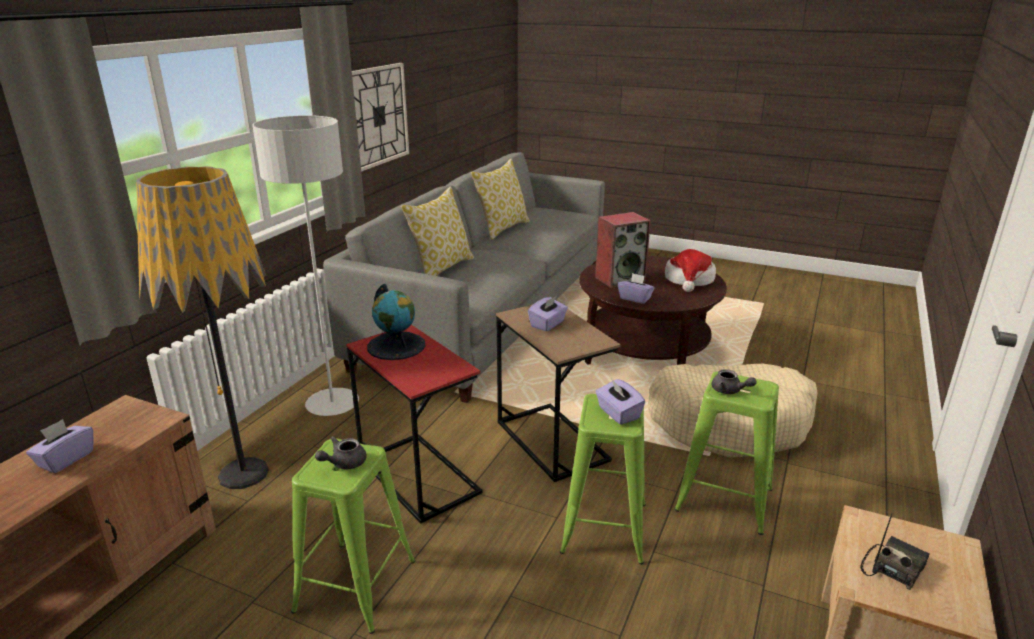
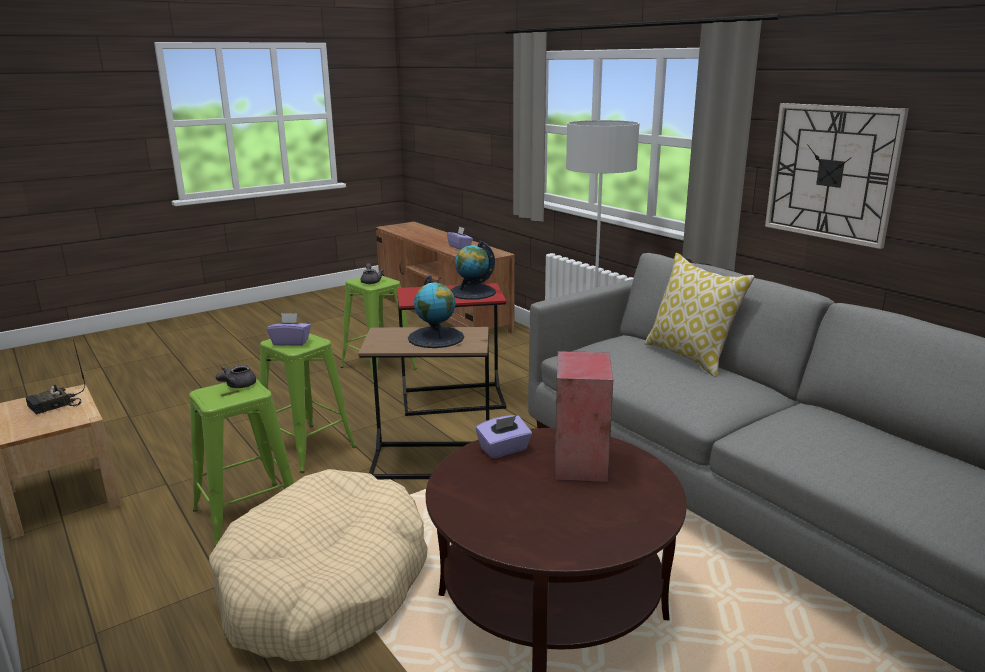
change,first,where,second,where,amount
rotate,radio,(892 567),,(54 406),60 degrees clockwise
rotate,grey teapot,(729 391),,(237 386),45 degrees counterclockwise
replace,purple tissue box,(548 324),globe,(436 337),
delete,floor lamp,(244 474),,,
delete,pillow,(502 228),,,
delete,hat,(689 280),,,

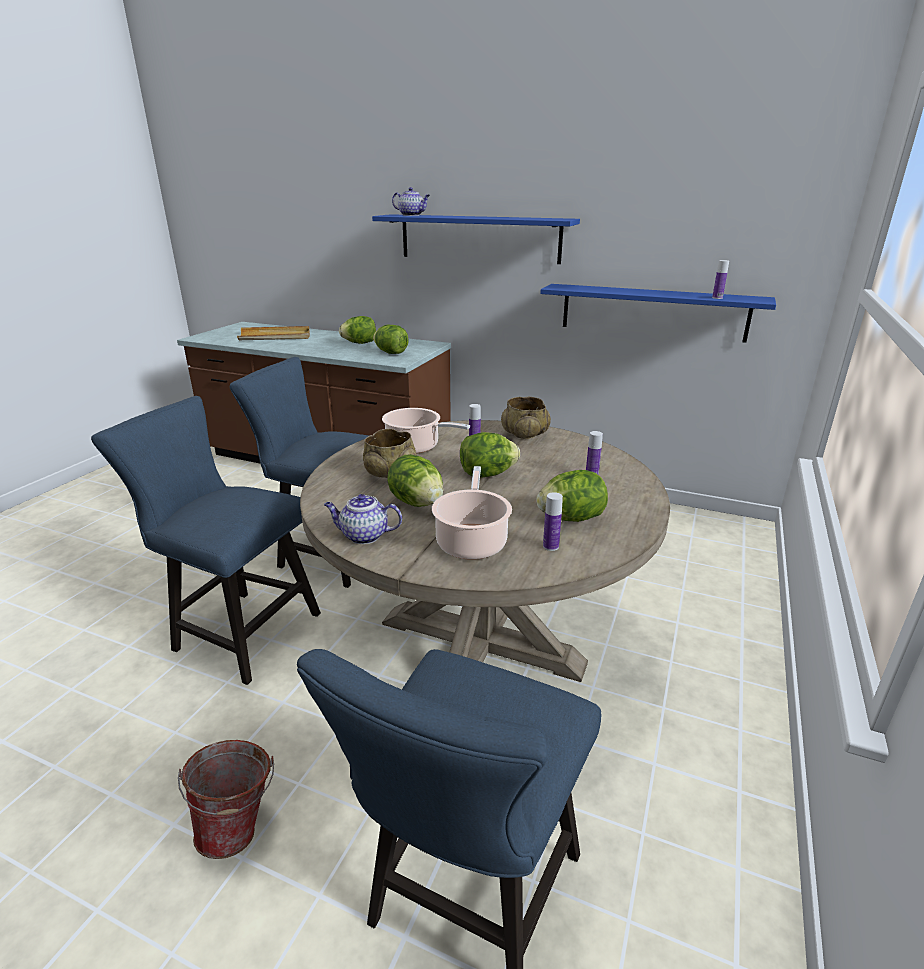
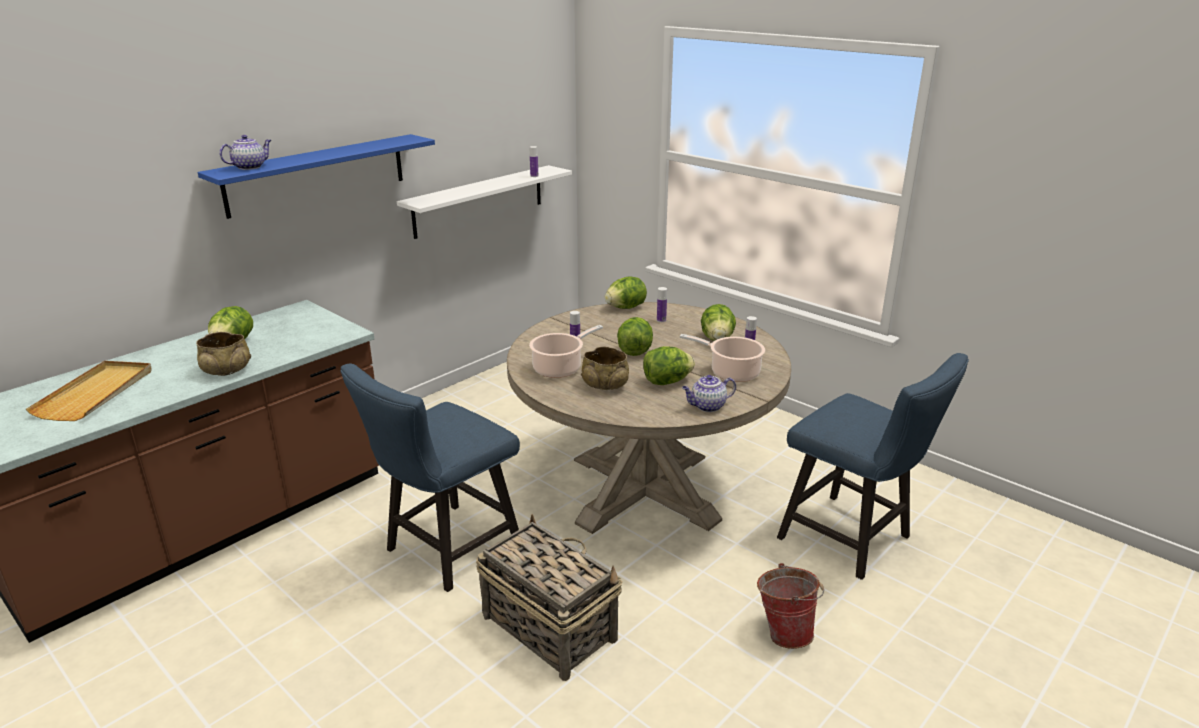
change,first,where,second,where,amount
move,beige bowl,(525 434),,(226 370),
recolor,blue shelf,(653 312),white shelf,(479 201),
replace,blue chair,(238 630),basket,(548 626),
move,lettuce,(391 353),,(625 307),
rotate,teapot,(363 536),,(707 406),45 degrees clockwise

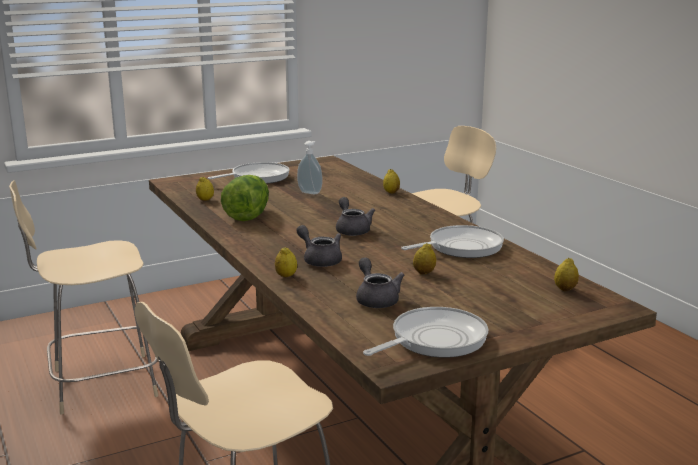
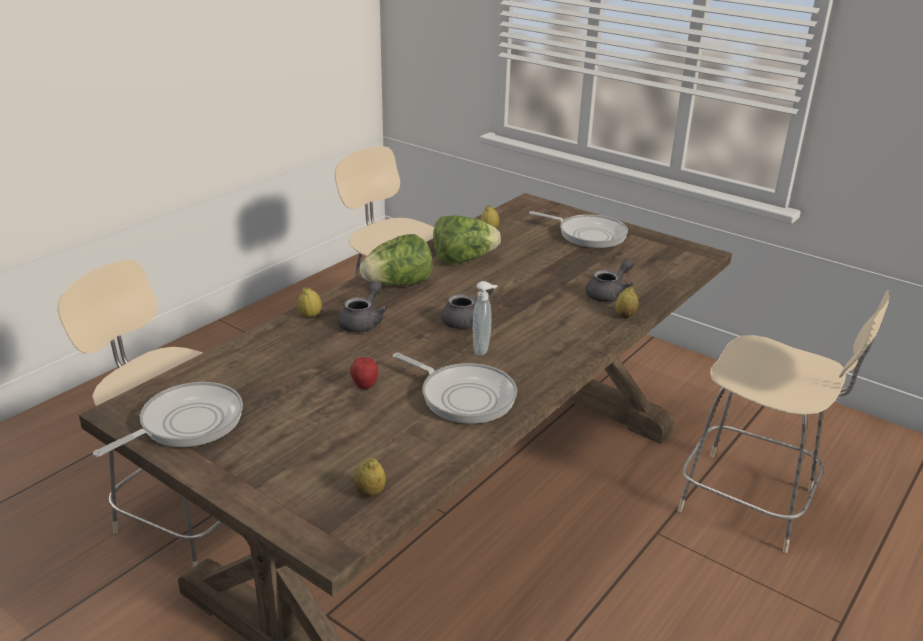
change,first,where,second,where,amount
rotate,frying pan,(434 340),,(186 423),75 degrees counterclockwise
replace,lemon,(424 273),apple,(364 386),
insert,,,lettuce,(398 284),
move,soap dispenser,(310 192),,(483 349),
move,grey teapot,(376 299),,(609 294),

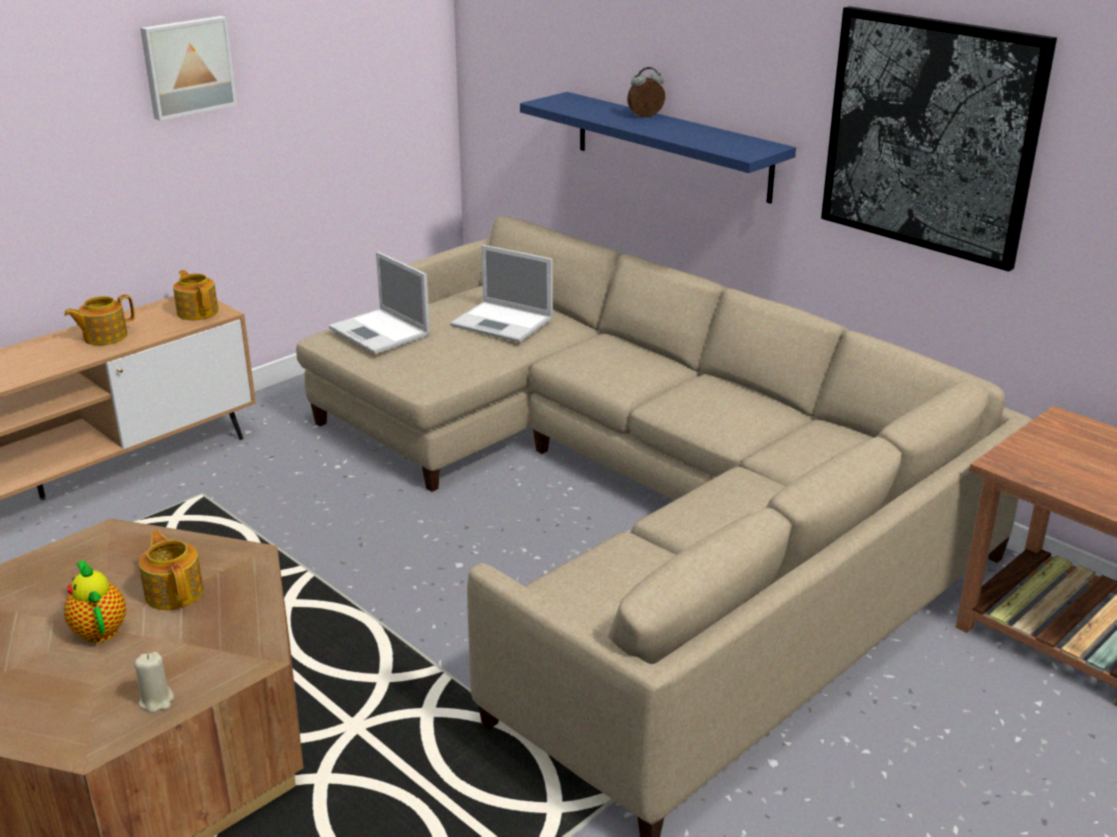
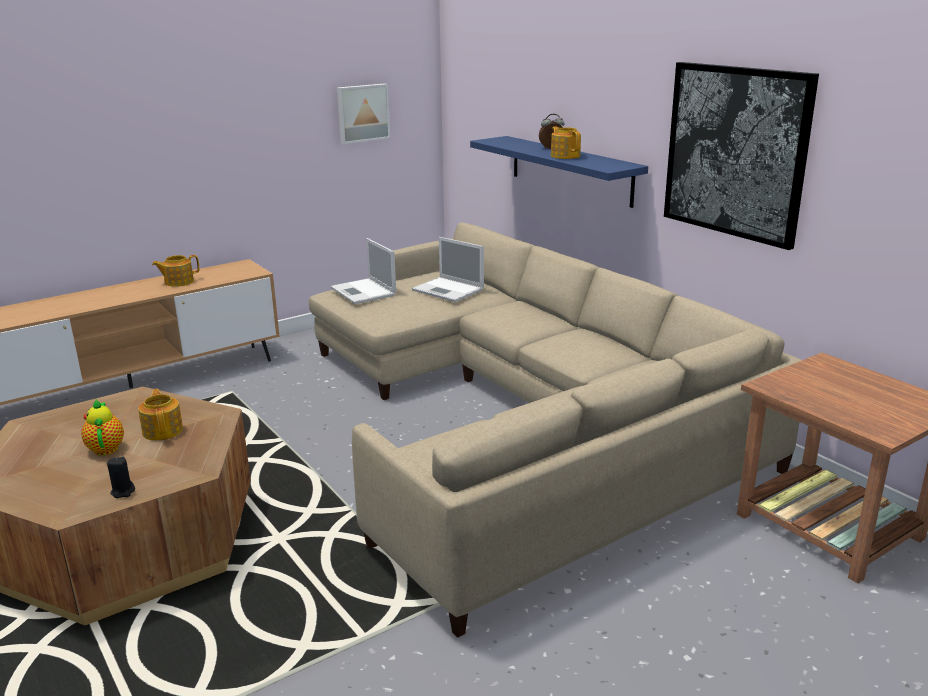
change,first,where,second,where,amount
recolor,beige candle,(157 701),black candle,(123 492),
move,picture,(187 66),,(362 113),
move,teapot,(198 312),,(565 156),

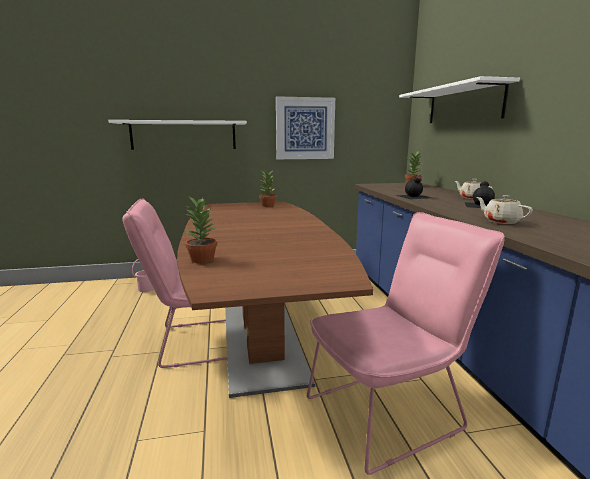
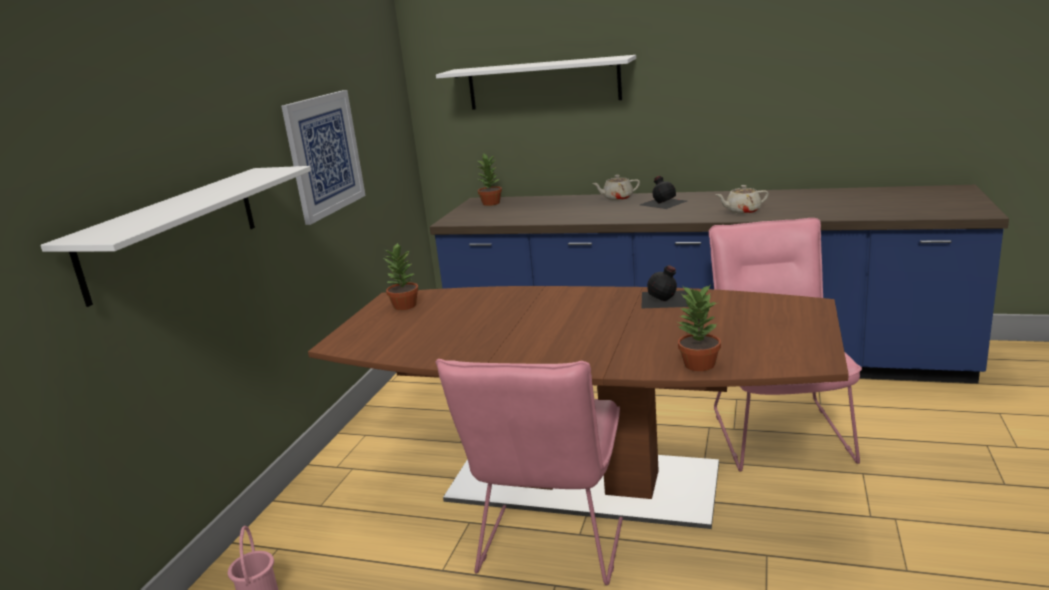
change,first,where,second,where,amount
move,black bottle,(413 196),,(665 299),

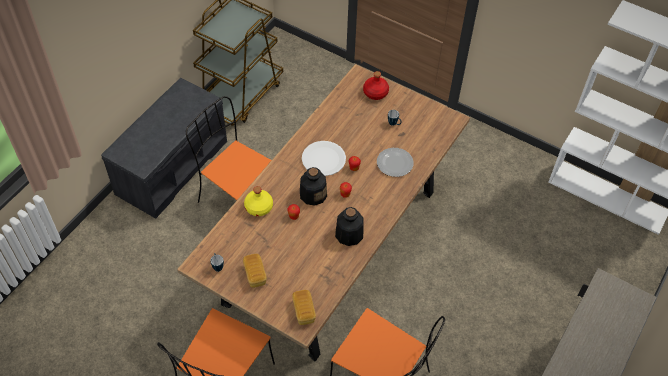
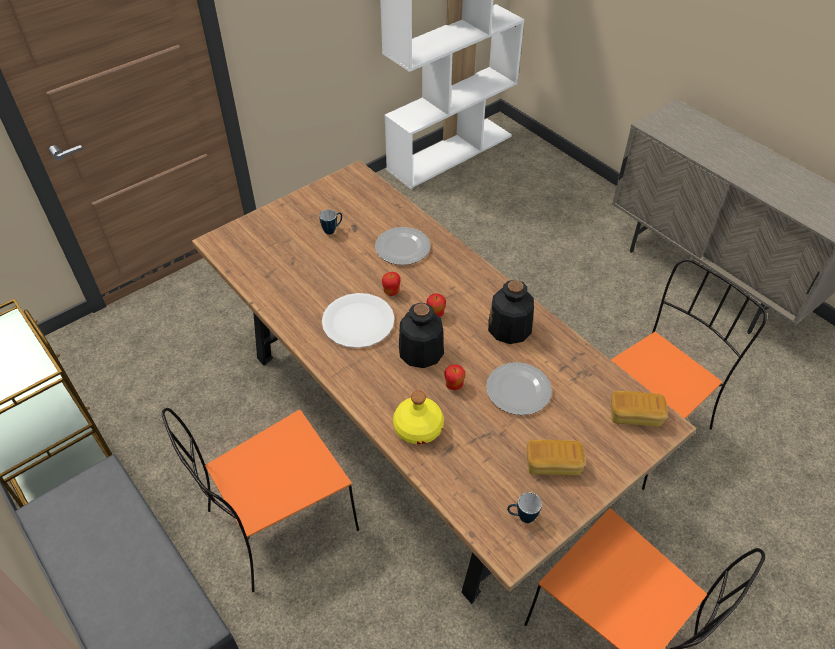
change,first,where,second,where,amount
insert,,,plate,(519 390),
delete,red bottle,(375 92),,,

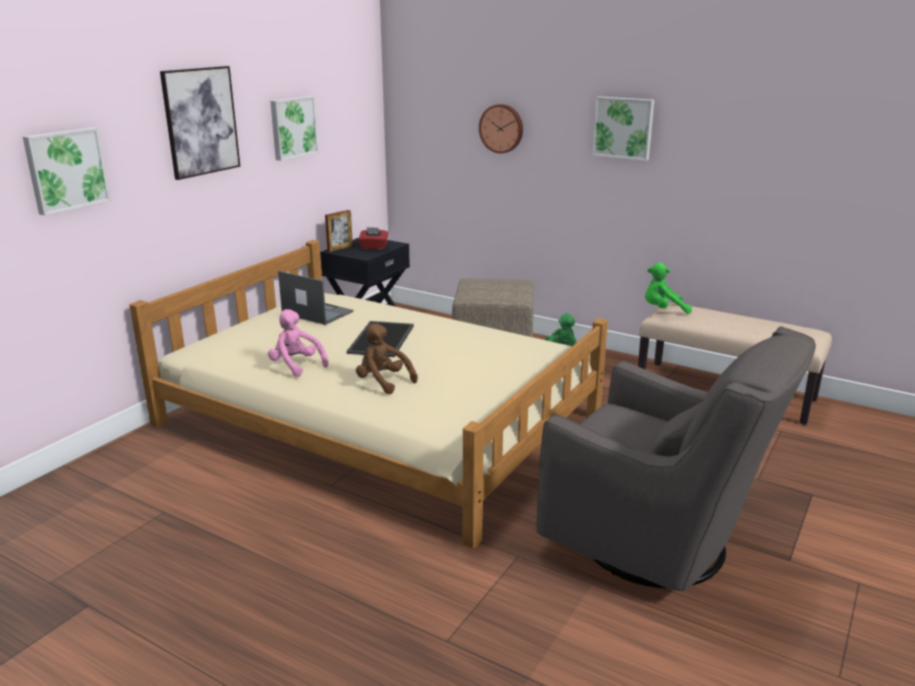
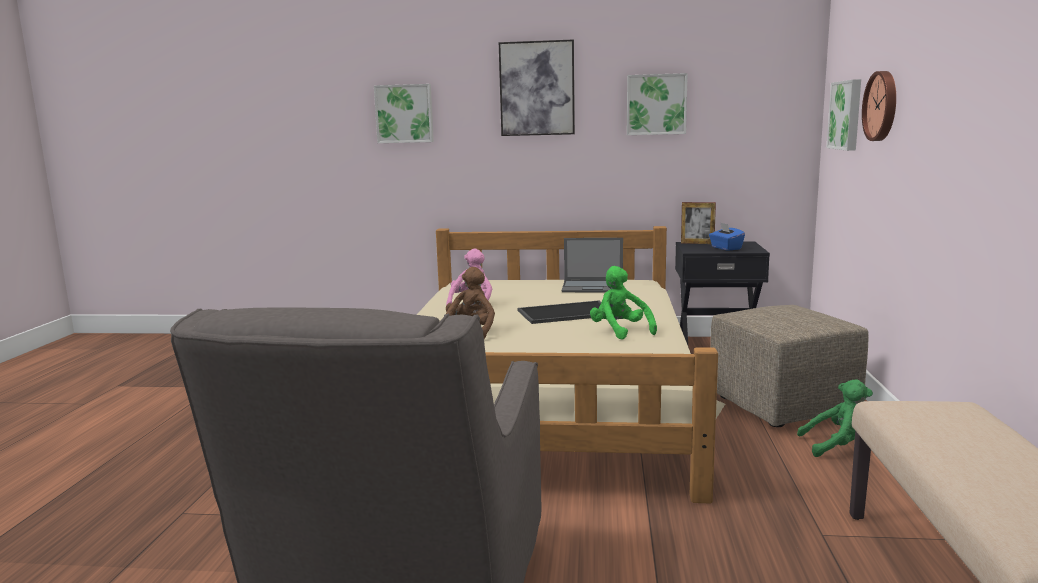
change,first,where,second,where,amount
rotate,laptop,(316 312),,(593 287),90 degrees clockwise
move,green plush toy,(663 310),,(620 331),
recolor,red tissue box,(374 247),blue tissue box,(725 248),
move,picture,(623 128),,(847 115),

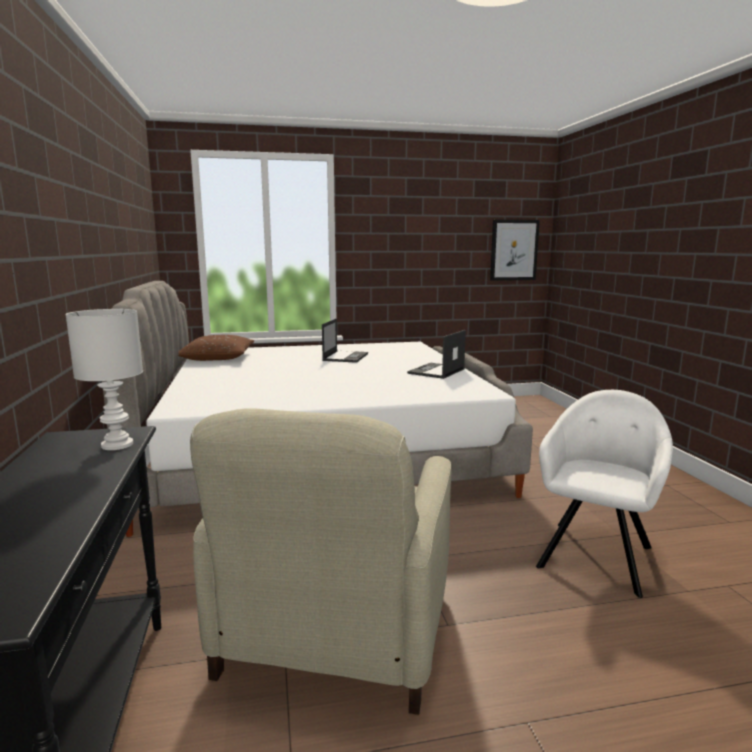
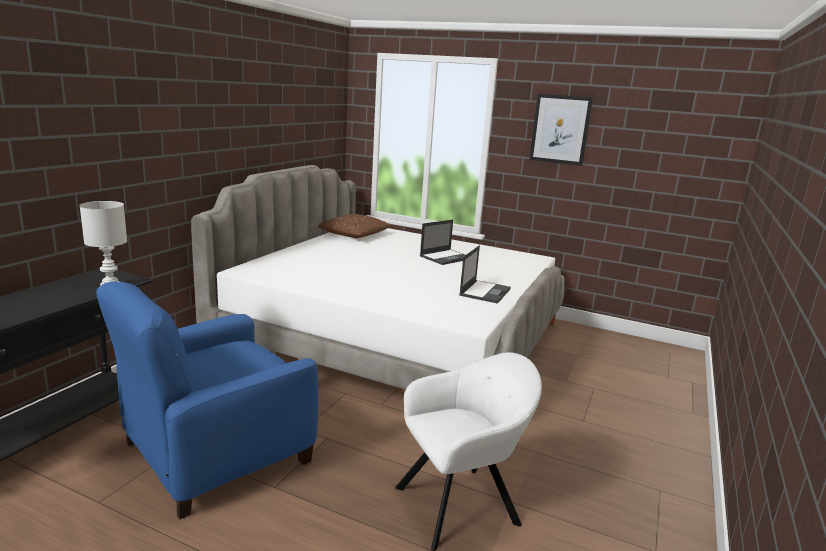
change,first,where,second,where,amount
recolor,beige armchair,(336 629),blue armchair,(215 453),
rotate,laptop,(436 371),,(485 291),135 degrees clockwise
move,picture,(514 250),,(560 129),

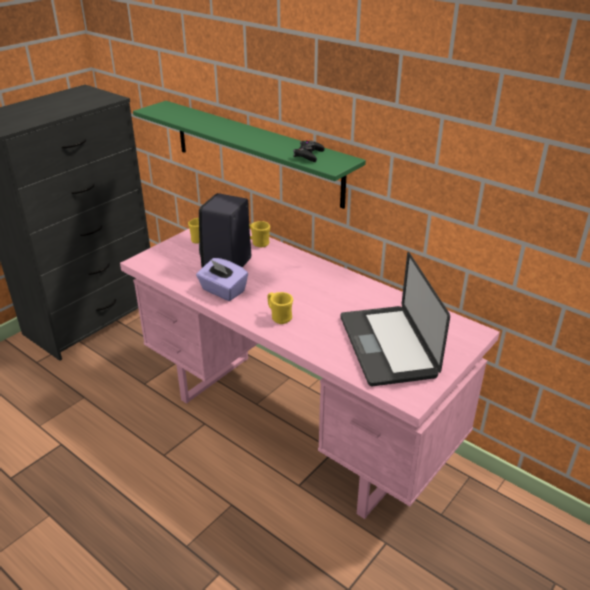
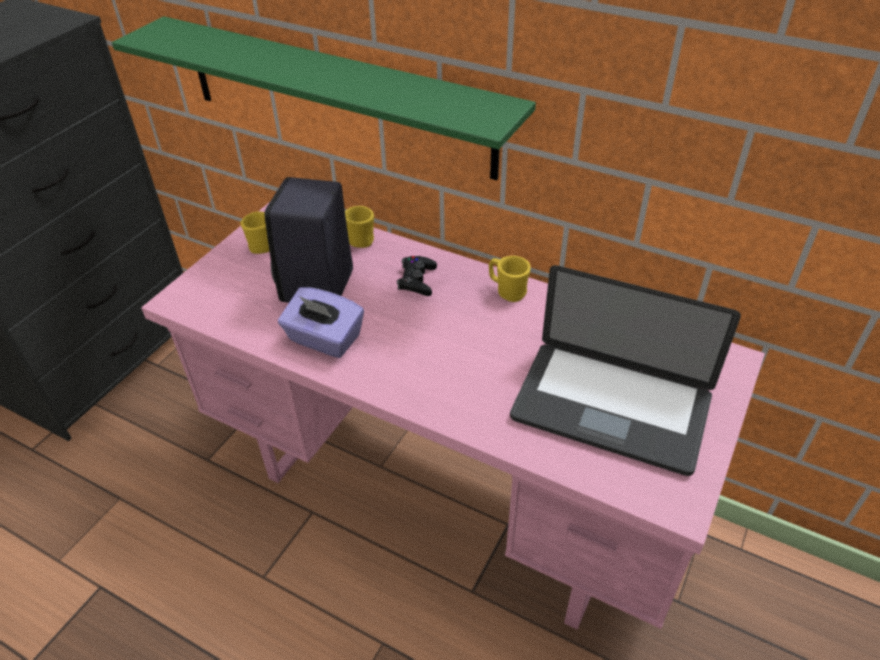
change,first,where,second,where,amount
move,black game controller,(308 155),,(417 280),
move,yellow mug,(279 317),,(507 291),
rotate,laptop,(387 346),,(610 408),45 degrees counterclockwise

